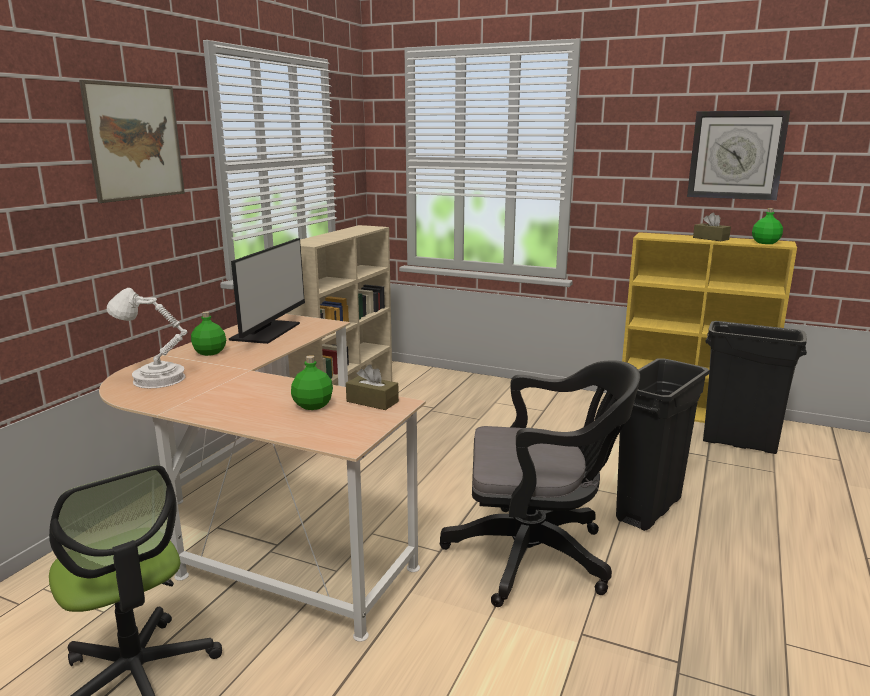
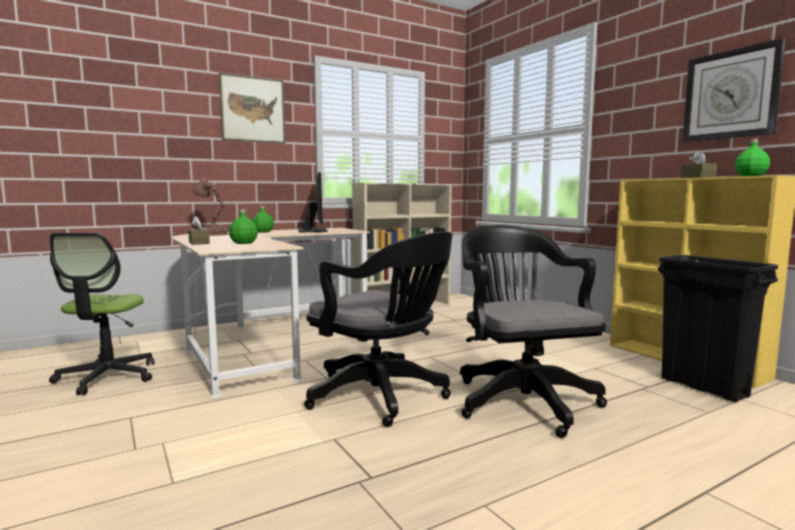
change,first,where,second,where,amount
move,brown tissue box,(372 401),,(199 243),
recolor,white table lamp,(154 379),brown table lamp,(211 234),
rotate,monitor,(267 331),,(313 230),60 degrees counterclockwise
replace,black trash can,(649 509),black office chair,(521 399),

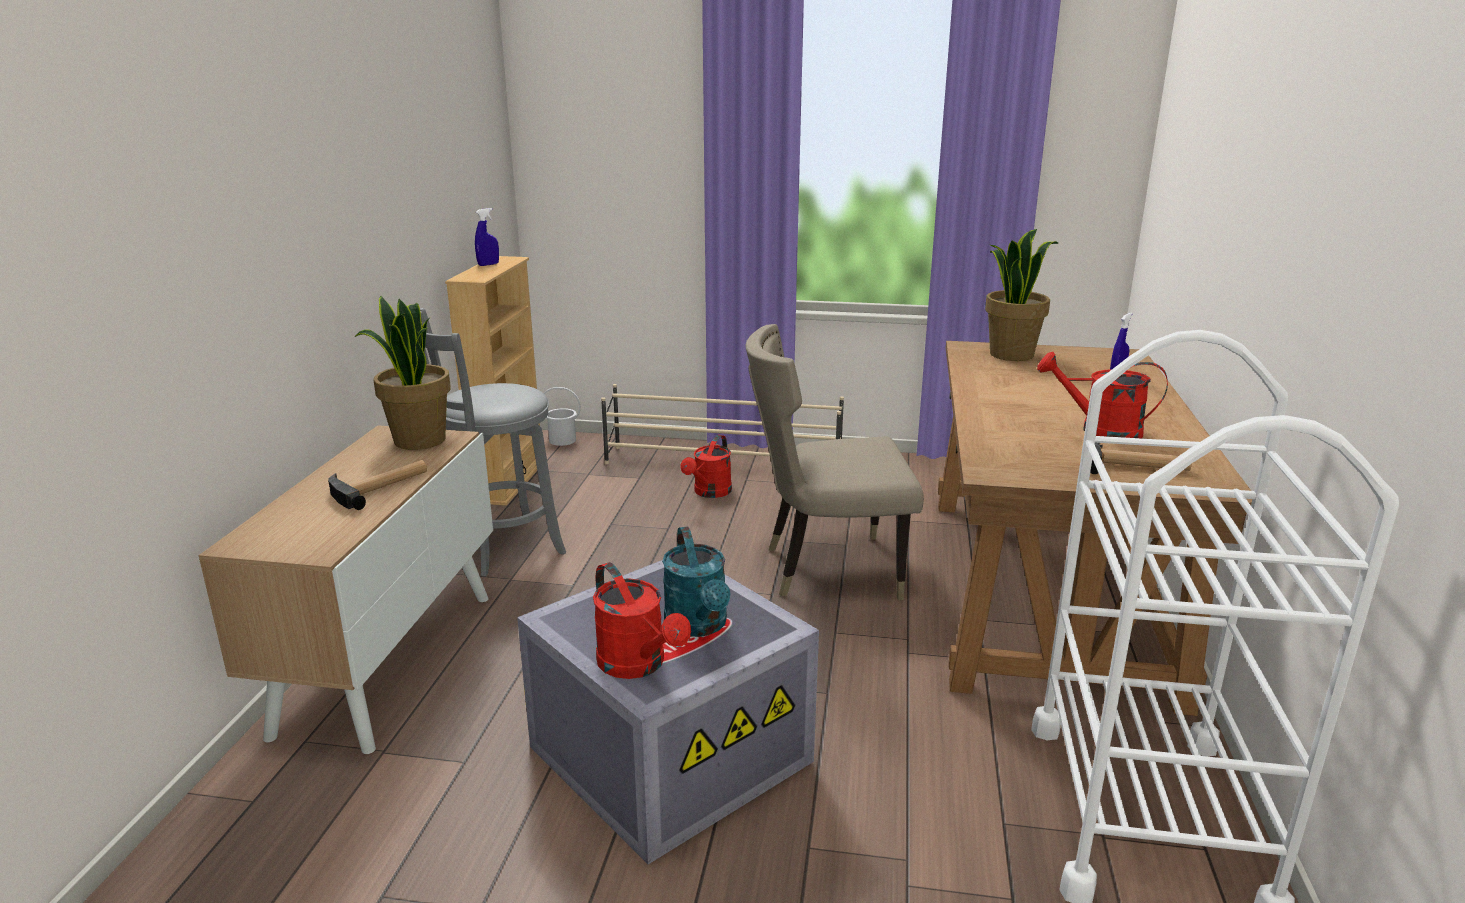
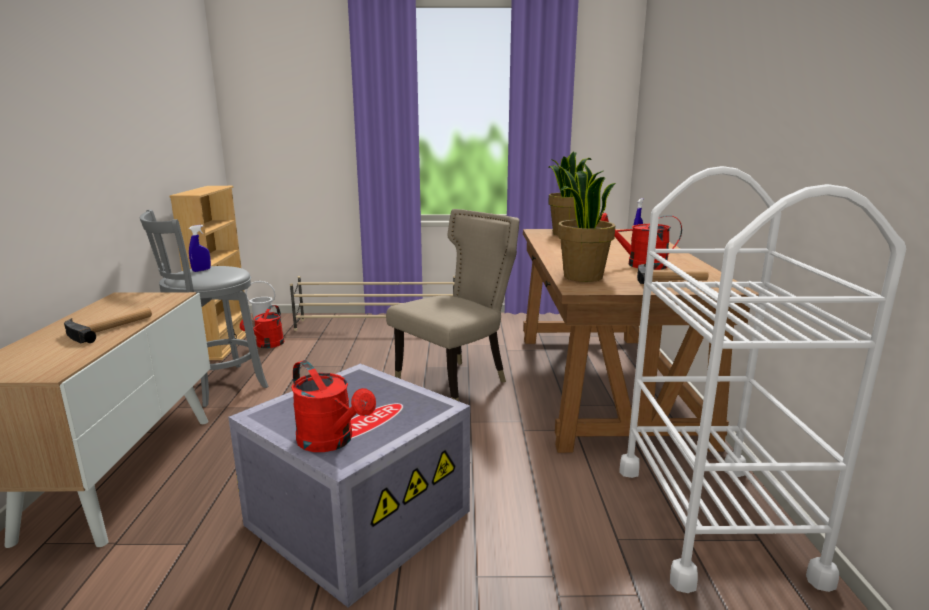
change,first,where,second,where,amount
move,blue spray bottle,(488 264),,(201 270),
move,red watering can,(709 493),,(267 345),
rotate,beige chair,(826 569),,(457 382),150 degrees clockwise
move,potted plant,(418 440),,(582 277),
delete,turquoise watering can,(699 626),,,

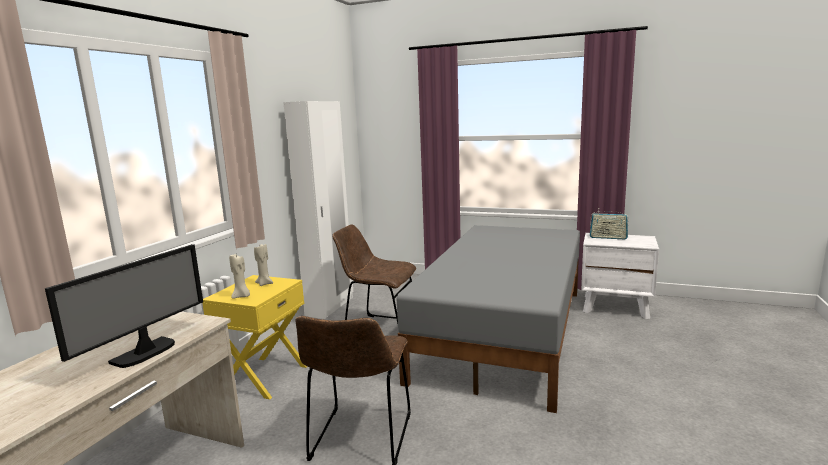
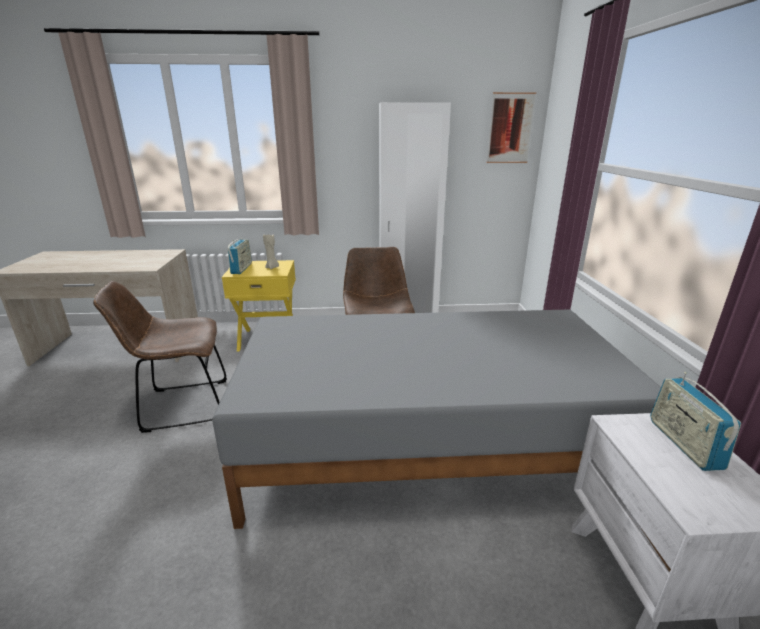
change,first,where,second,where,amount
replace,beige candle,(242 296),radio,(241 268),
insert,,,picture,(510 128),
delete,monitor,(145 353),,,

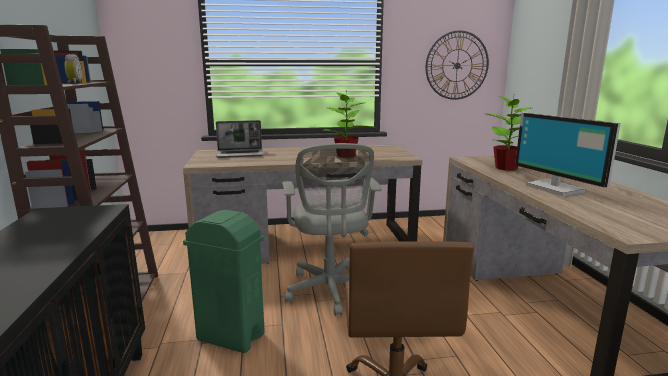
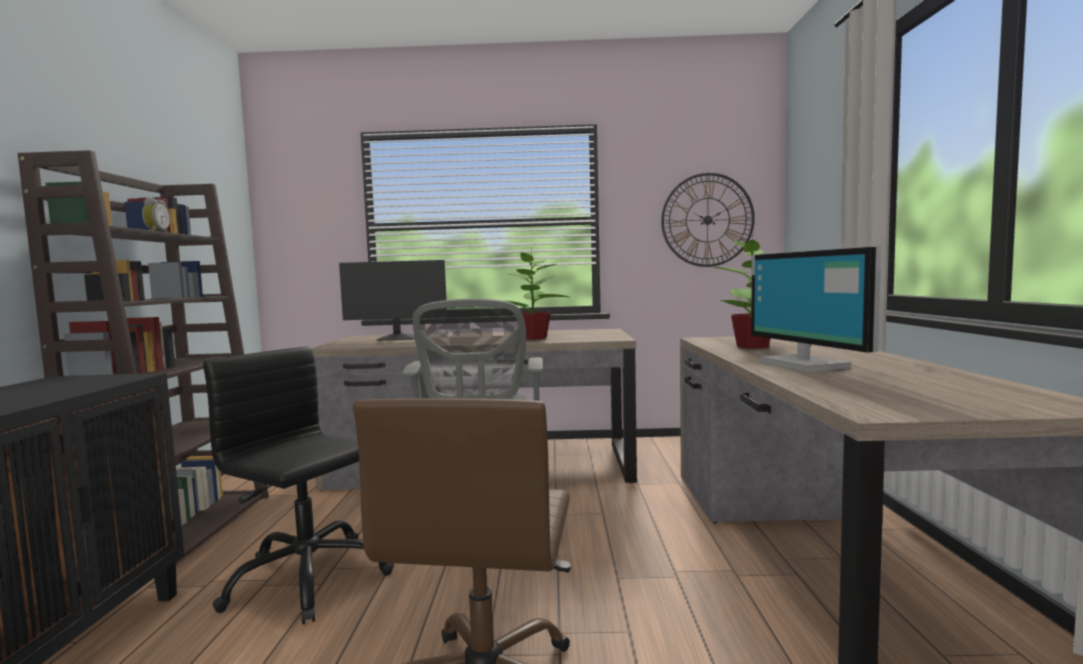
change,first,where,second,where,amount
replace,green trash can,(230 336),black office chair,(307 578),
replace,laptop,(240 154),monitor,(398 338),

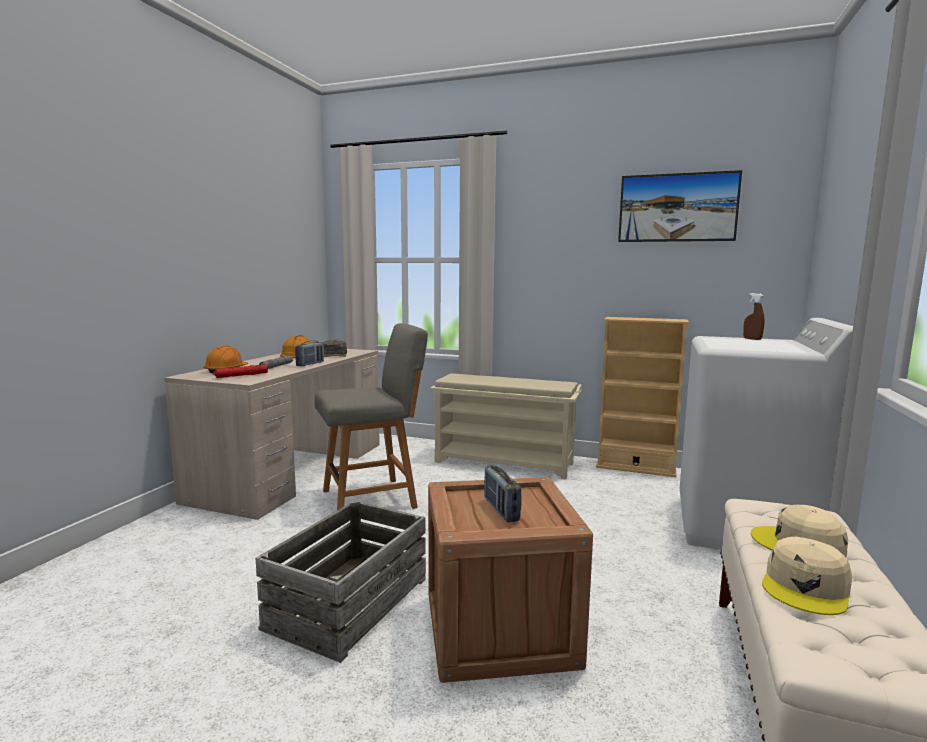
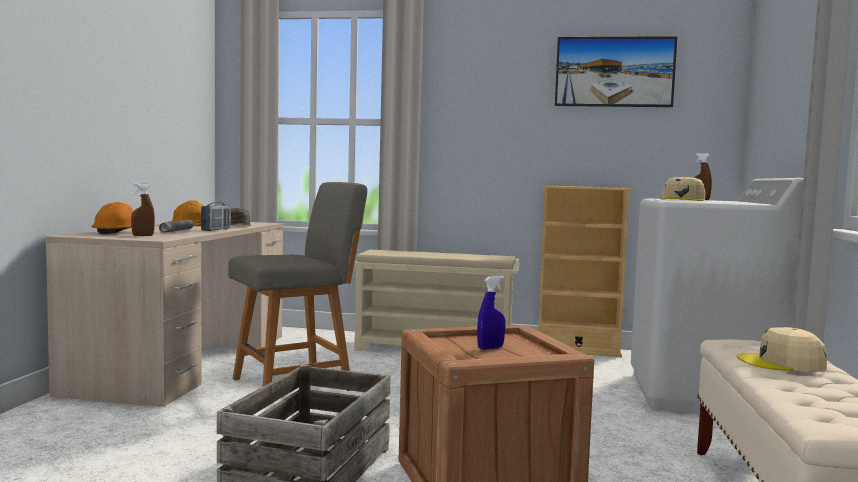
change,first,where,second,where,amount
replace,red flashlight,(241 375),brown spray bottle,(143 236),
replace,radio,(501 510),blue spray bottle,(490 348),
move,beige cap,(806 587),,(682 200),

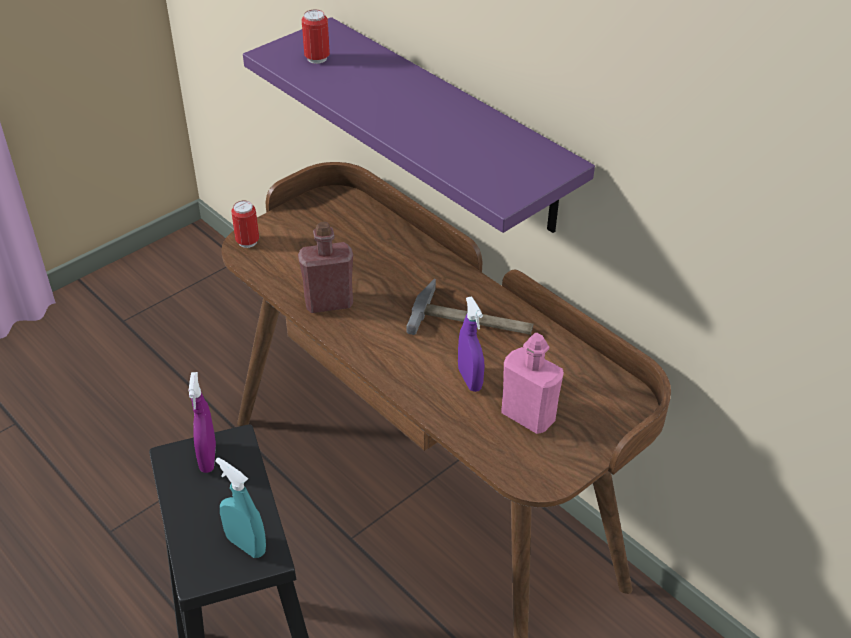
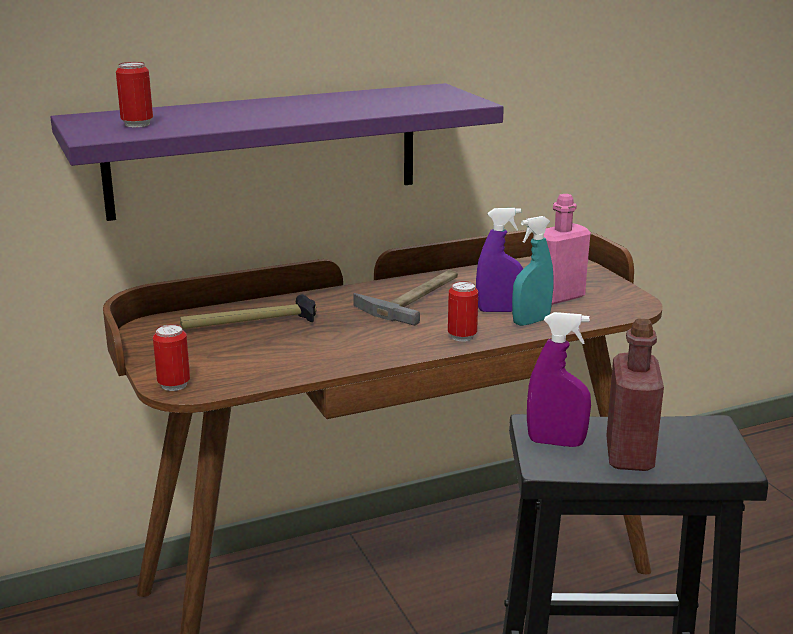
change,first,where,second,where,amount
insert,,,hammer,(249 324),
insert,,,can,(462 336),
move,turquoise spray bottle,(246 545),,(531 322),
move,red bottle,(329 303),,(629 455),

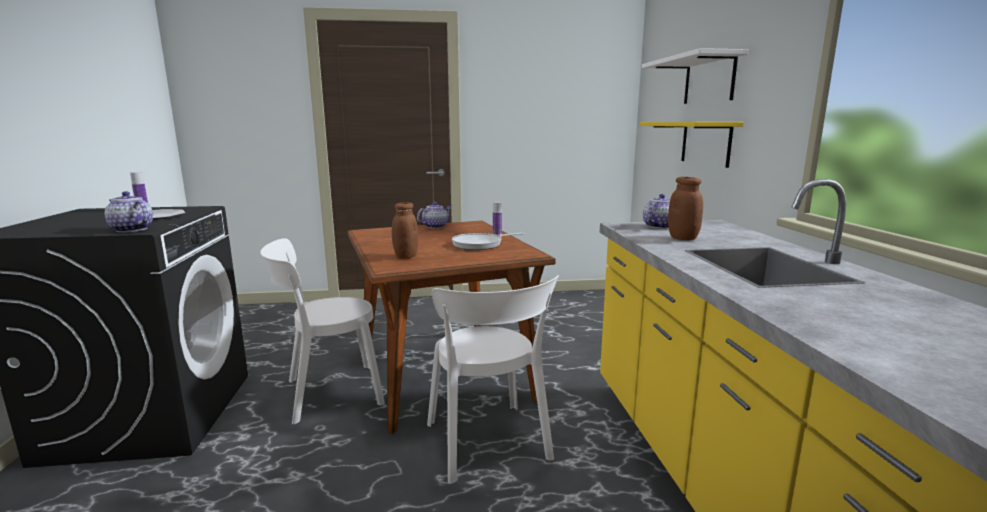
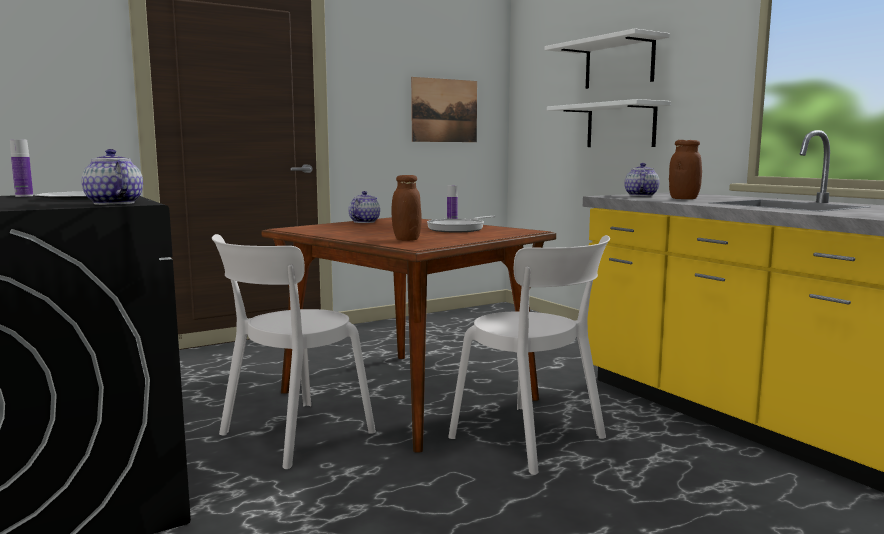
change,first,where,second,where,amount
rotate,teapot,(131 229),,(113 203),45 degrees clockwise
insert,,,picture,(444 110),
recolor,yellow shelf,(705 143),white shelf,(620 126),

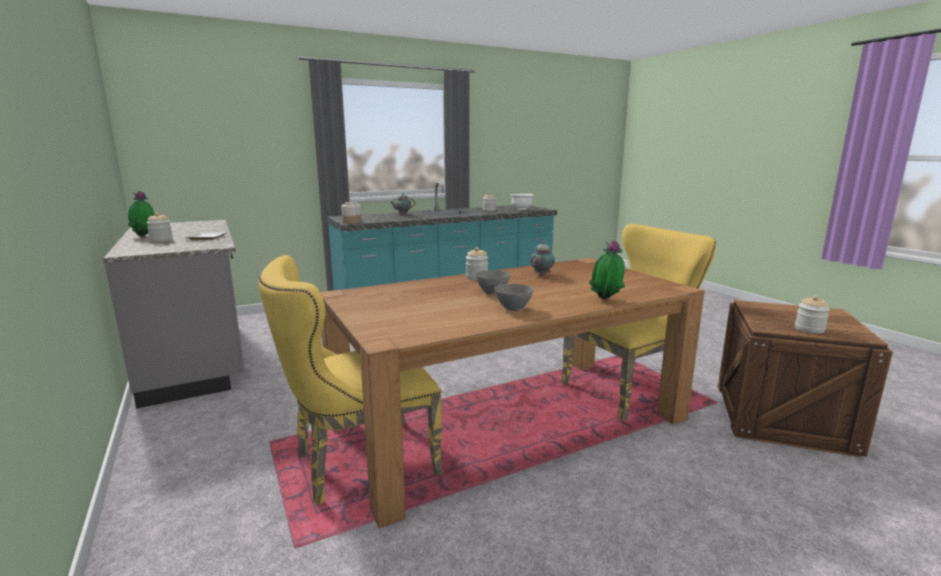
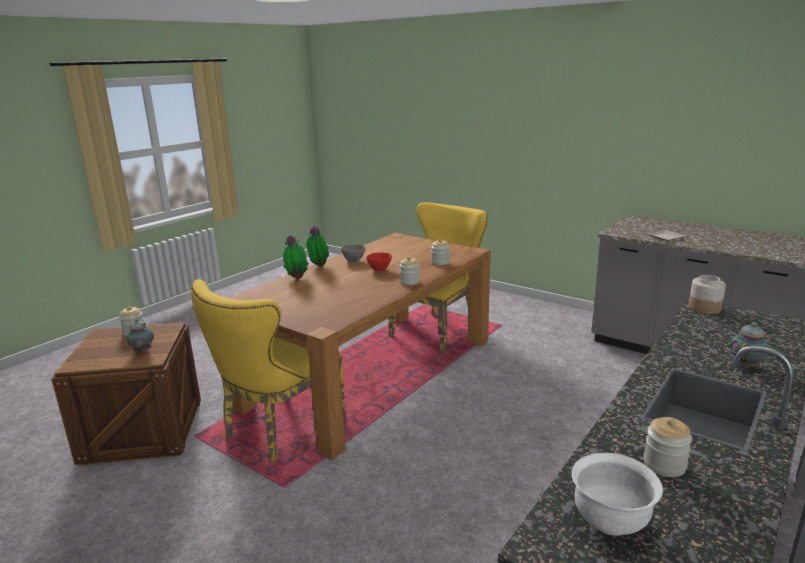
change,first,where,second,where,amount
move,teapot,(542 274),,(142 351),
move,potted plant,(144 236),,(318 266),
recolor,grey bowl,(492 292),red bowl,(379 270),
move,jar,(161 240),,(440 262),

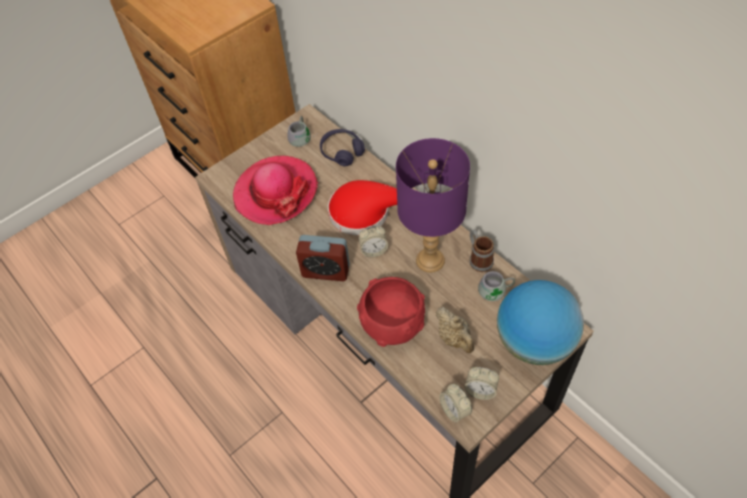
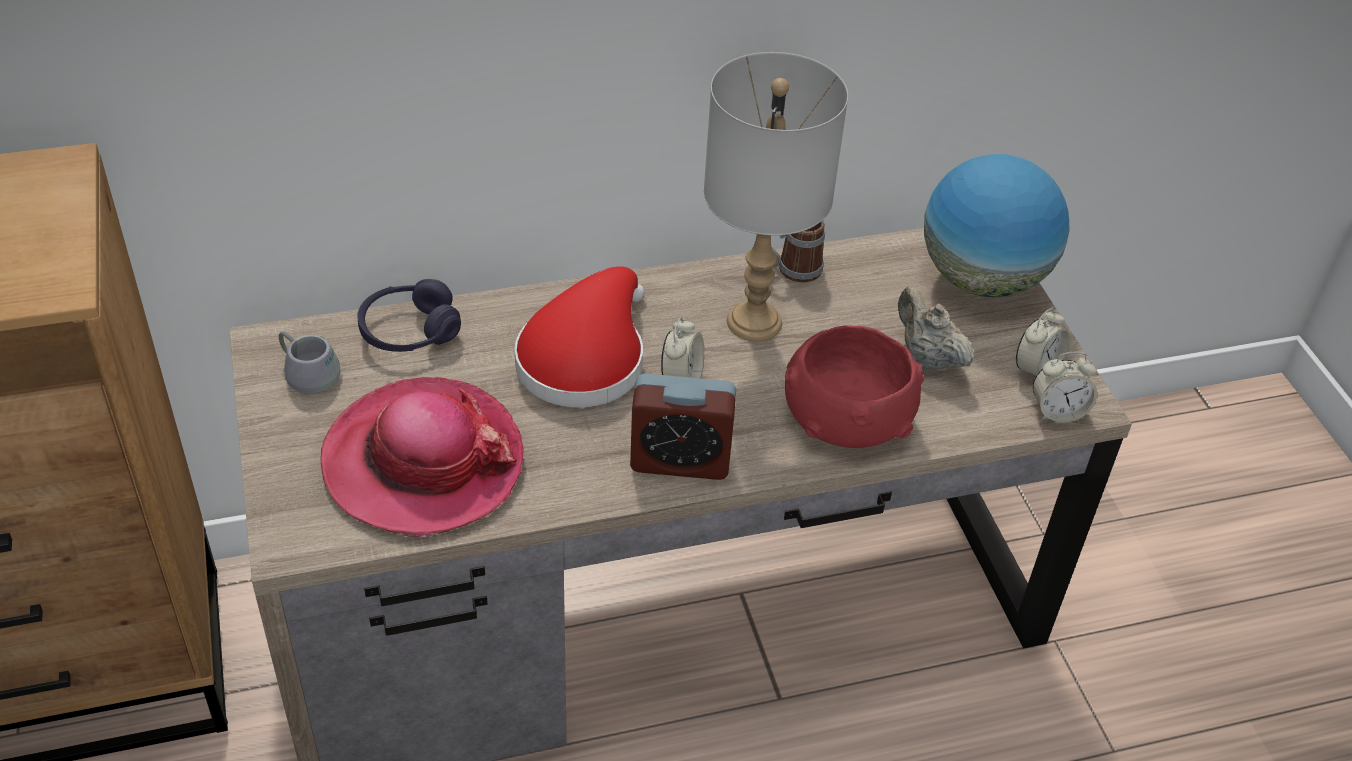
change,first,where,second,where,amount
rotate,alarm clock,(325 271),,(680 460),60 degrees clockwise
recolor,purple table lamp,(430 260),grey table lamp,(755 322),
rotate,beige teapot,(455 338),,(927 358),120 degrees counterclockwise
delete,grey mug,(496 292),,,

